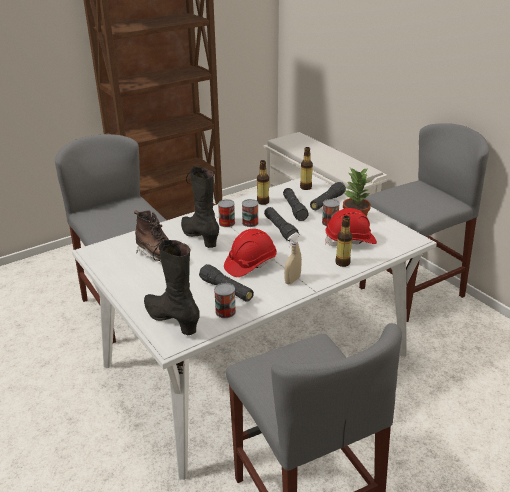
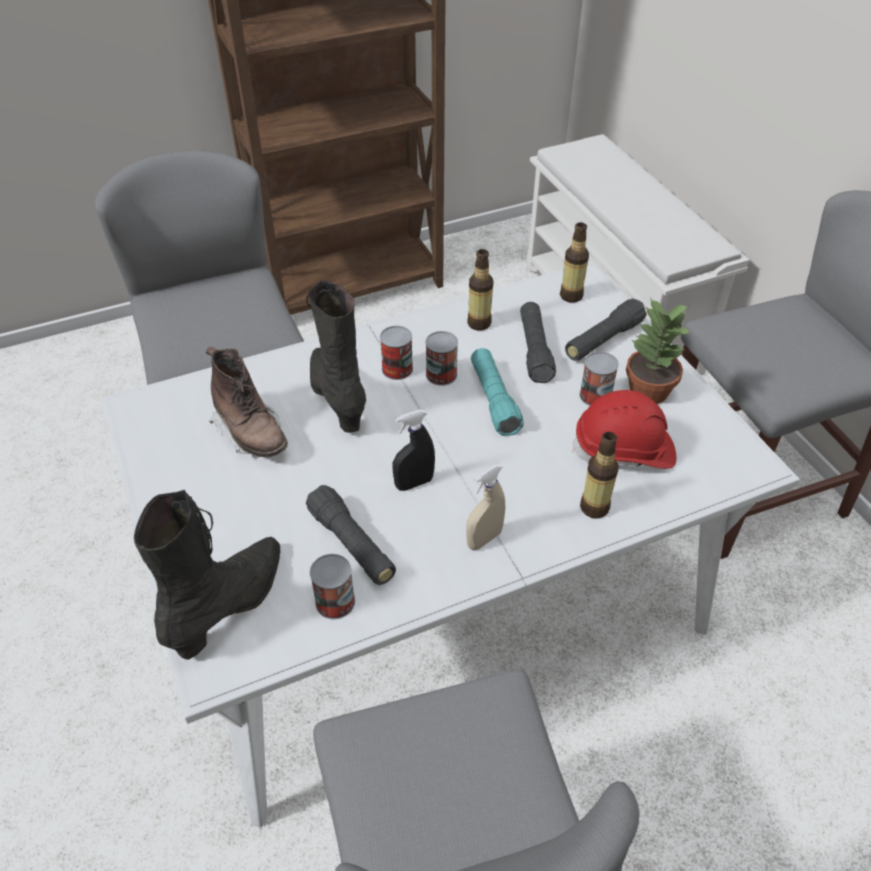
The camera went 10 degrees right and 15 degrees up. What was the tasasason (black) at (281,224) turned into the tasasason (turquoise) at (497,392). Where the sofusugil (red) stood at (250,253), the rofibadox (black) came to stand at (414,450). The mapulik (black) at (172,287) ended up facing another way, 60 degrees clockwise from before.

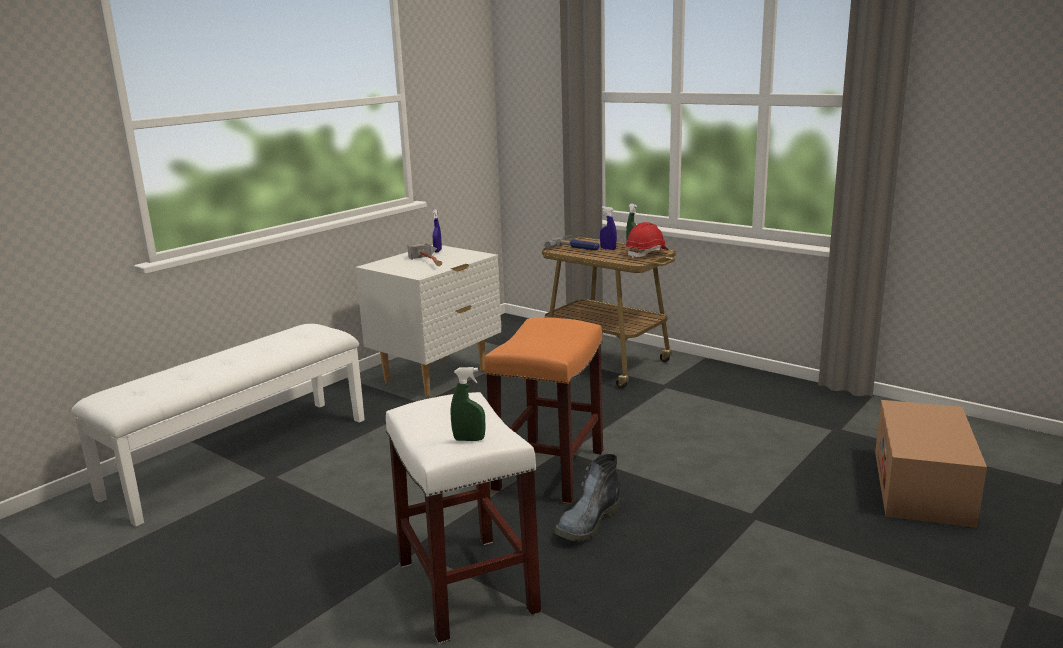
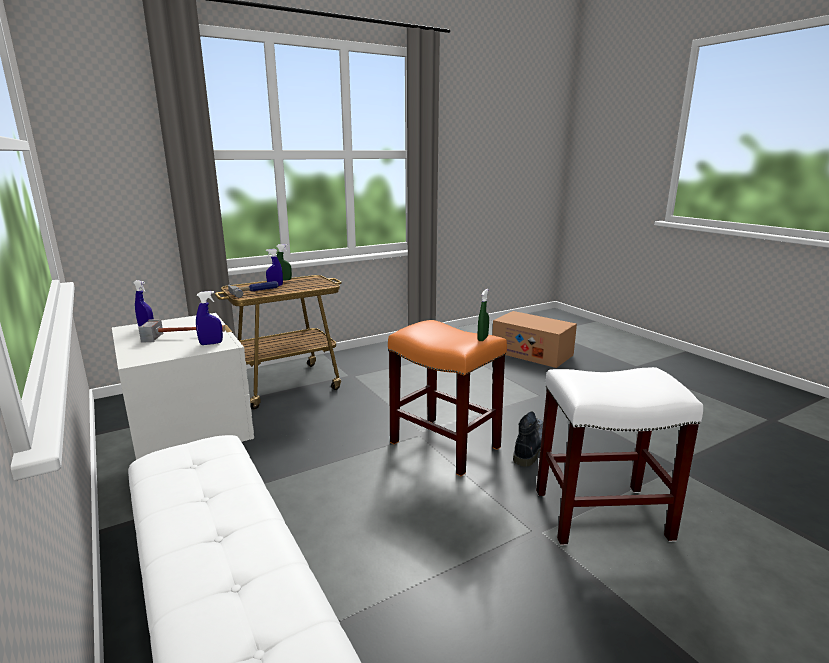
The camera went 70 degrees left and 0 degrees up. The second view lost the sofusugil (red) at (647,240). The rofibadox (green) ended up elsewhere, having gone from (468,404) to (483,315). The mapulik at (587,498) ended up facing another way, 120 degrees counterclockwise from before. The second view gained the rofibadox (blue) at (209,318).

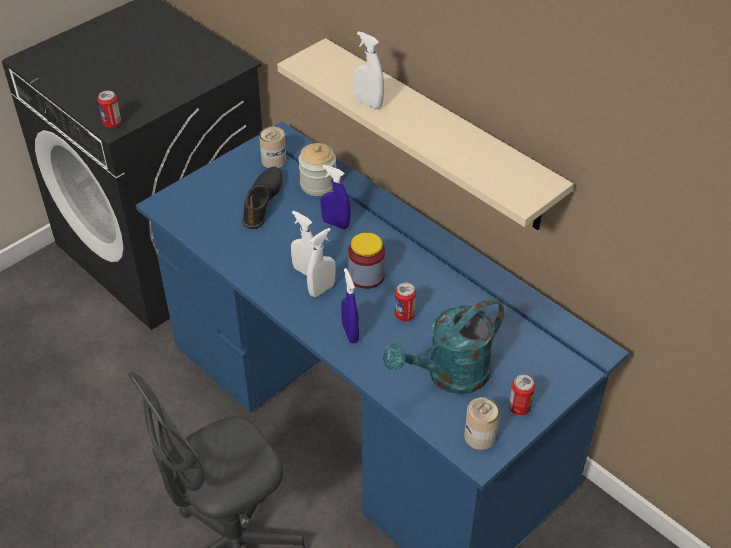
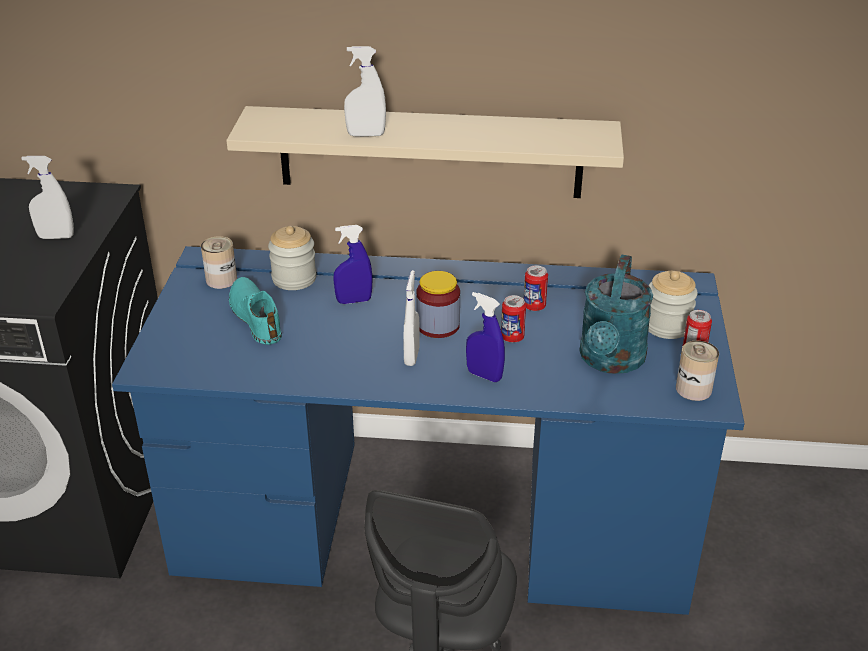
The camera went 40 degrees left and 10 degrees down. The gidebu ended up elsewhere, having gone from (110,109) to (536,288). What was the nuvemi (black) at (262,197) turned into the nuvemi (turquoise) at (255,311). The rofibadox (white) ended up elsewhere, having gone from (303,243) to (47,197). The second view gained the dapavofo at (673,305).

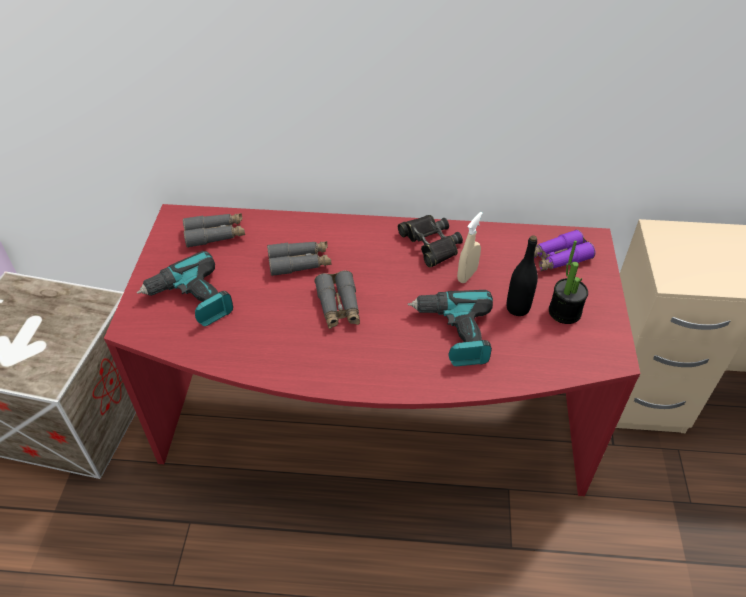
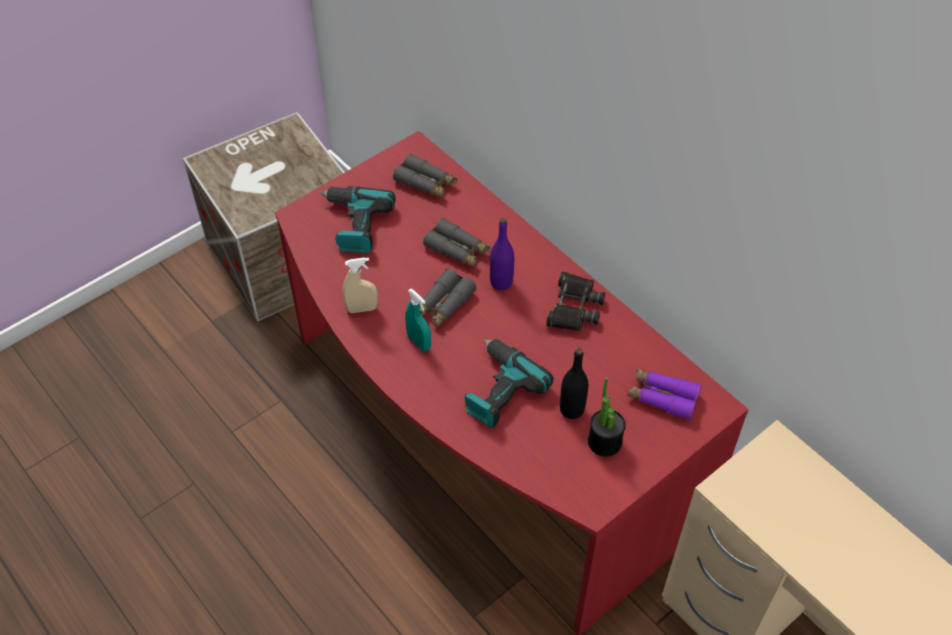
The camera went 45 degrees right and 5 degrees up. The rofibadox (beige) ended up elsewhere, having gone from (470,247) to (360,285). The second view gained the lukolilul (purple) at (502,254). The second view gained the rofibadox (turquoise) at (418,320).

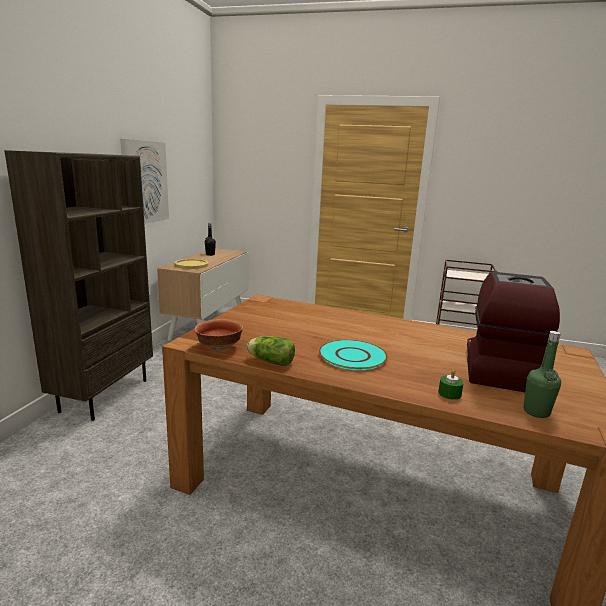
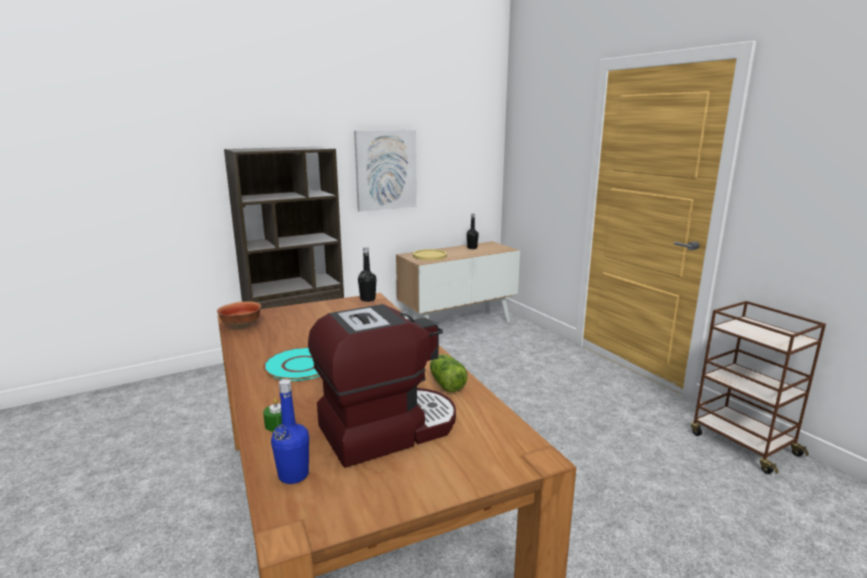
The camera went 45 degrees right and 0 degrees up. What was the lukolilul (green) at (542,374) turned into the lukolilul (blue) at (290,431). The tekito ended up elsewhere, having gone from (271,351) to (448,373). The second view gained the lukolilul (black) at (367,274).

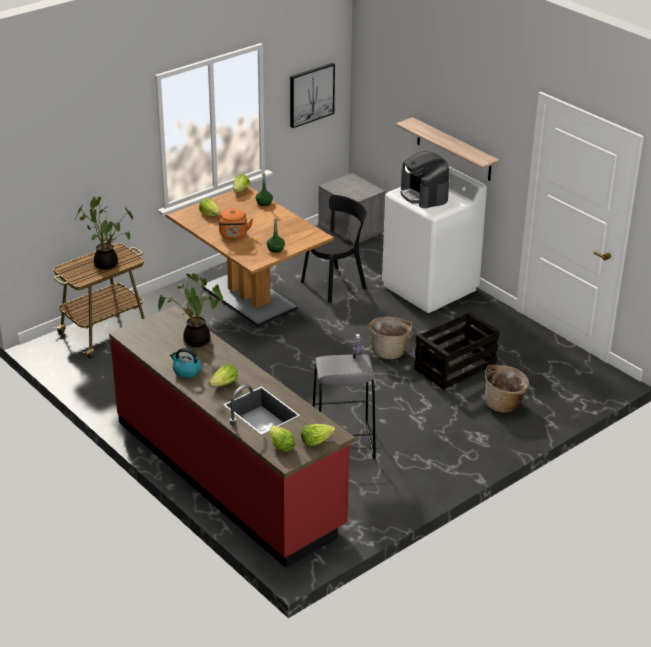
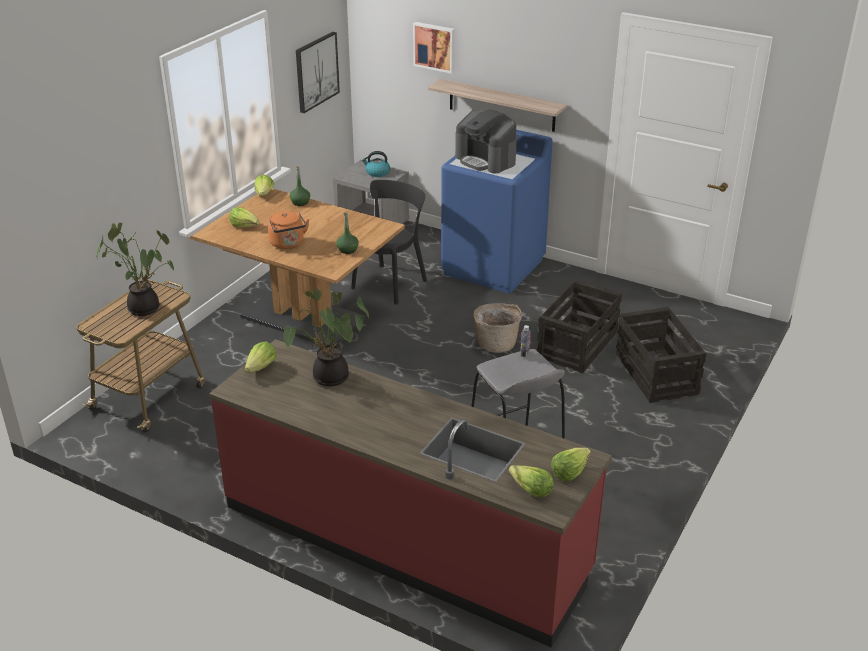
The camera went 20 degrees left and 0 degrees up. What was the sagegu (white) at (434,240) turned into the sagegu (blue) at (497,211). The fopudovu ended up elsewhere, having gone from (185,363) to (376,164). The tekito ended up elsewhere, having gone from (223,375) to (261,357). Where the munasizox stood at (507,389), the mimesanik came to stand at (661,355). The second view gained the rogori at (434,48).

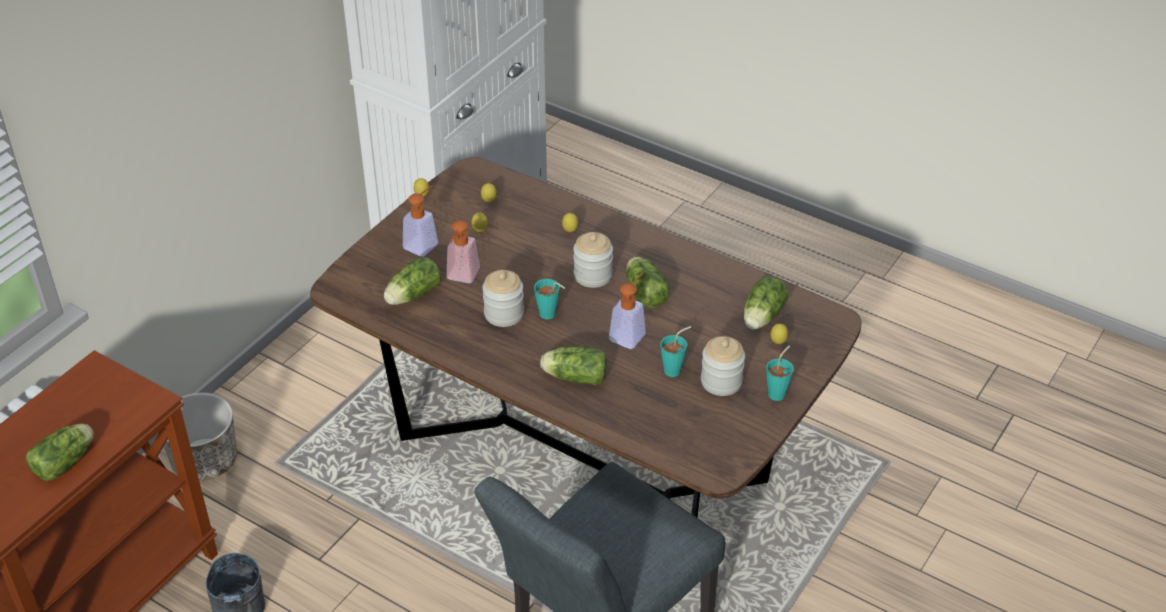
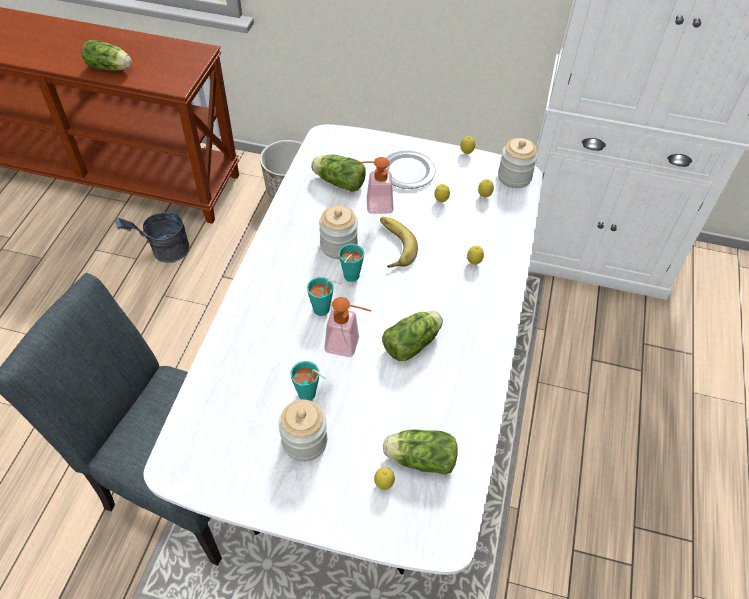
The camera went 70 degrees right and 10 degrees up. What was the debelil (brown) at (586,337) turned into the debelil (white) at (343,349). Where the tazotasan stood at (420,221), the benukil came to stand at (411,169). The dapavofo ended up elsewhere, having gone from (593,260) to (518,163). The second view lost the tekito at (573,365). The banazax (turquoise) ended up elsewhere, having gone from (780,373) to (324,296). The second view gained the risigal at (399,242).

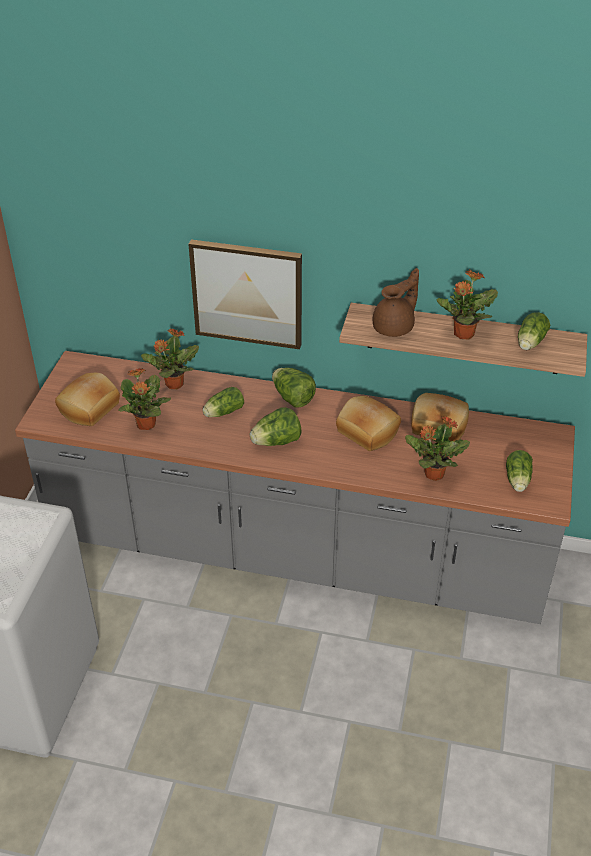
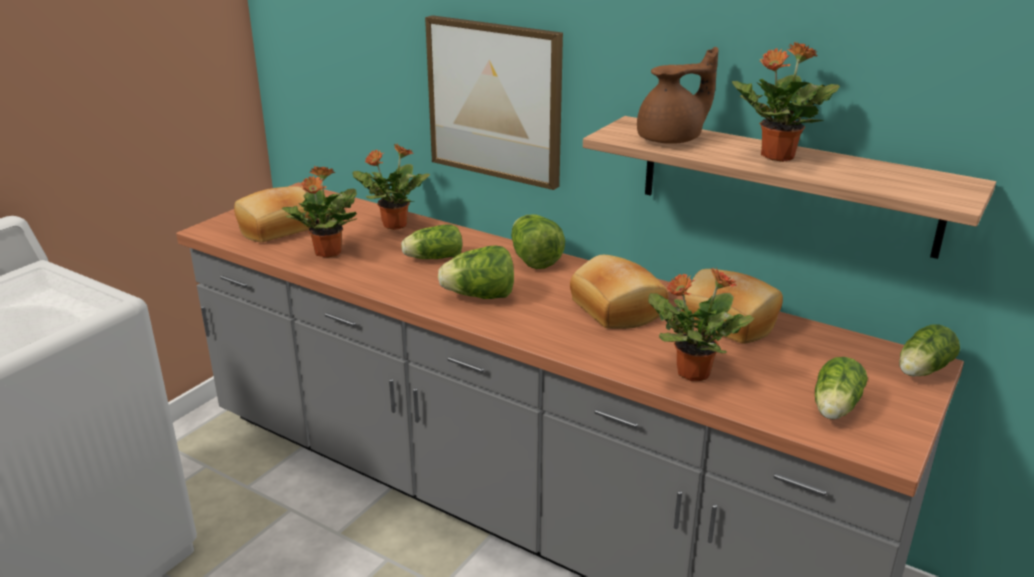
The camera went 20 degrees right and 15 degrees down. The tekito ended up elsewhere, having gone from (534,331) to (929,350).

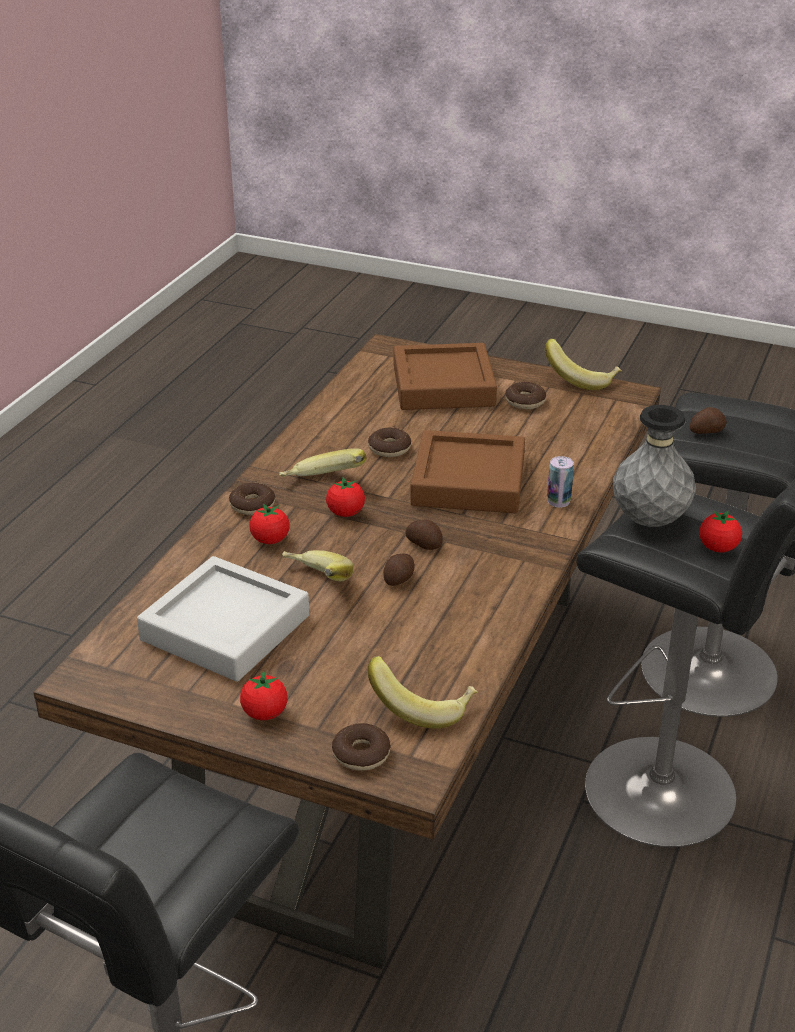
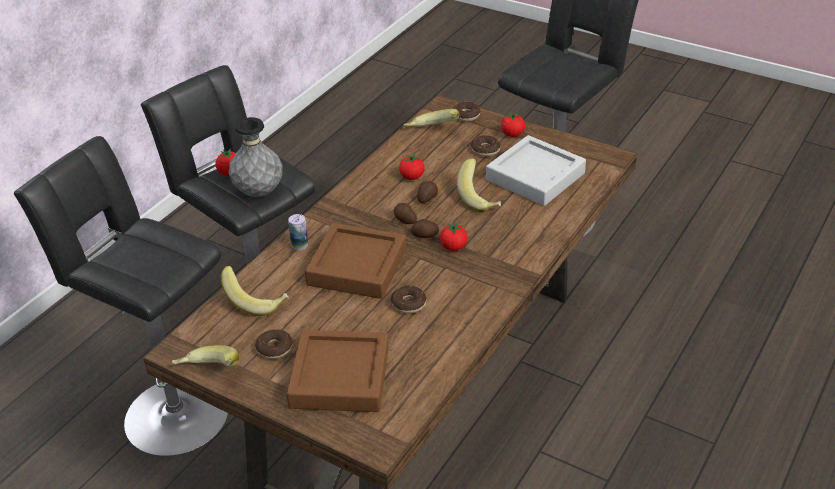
The camera went 170 degrees left and 5 degrees up. The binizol ended up elsewhere, having gone from (708,420) to (424,228). The risigal ended up elsewhere, having gone from (323,462) to (255,291). The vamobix ended up elsewhere, having gone from (252,499) to (485,146). The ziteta ended up elsewhere, having gone from (270,524) to (412,167).

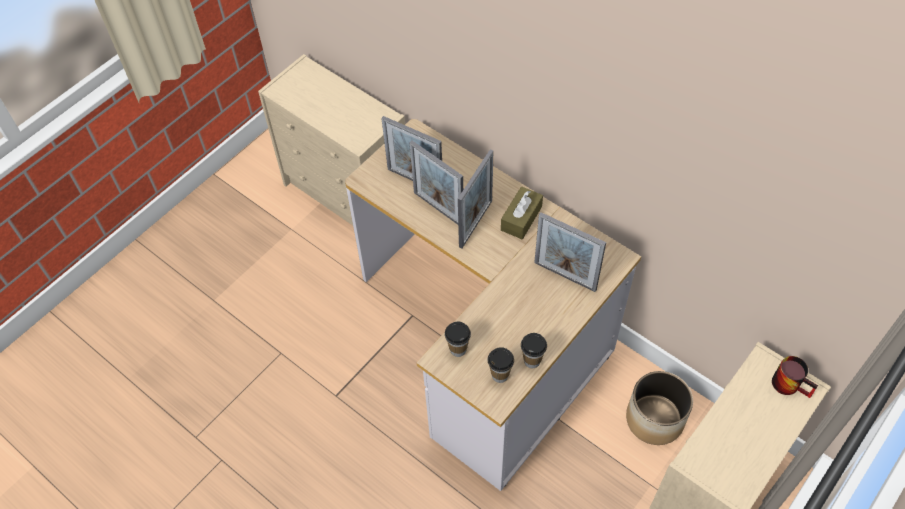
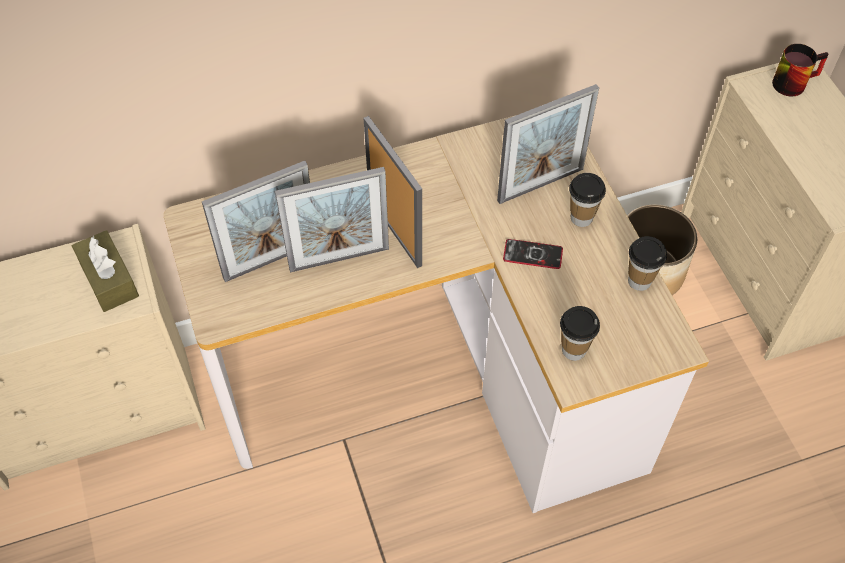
The camera went 60 degrees left and 0 degrees up. The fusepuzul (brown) ended up elsewhere, having gone from (522,213) to (105,271). The banazax ended up elsewhere, having gone from (500,365) to (587,200). The second view gained the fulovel at (533,254).

